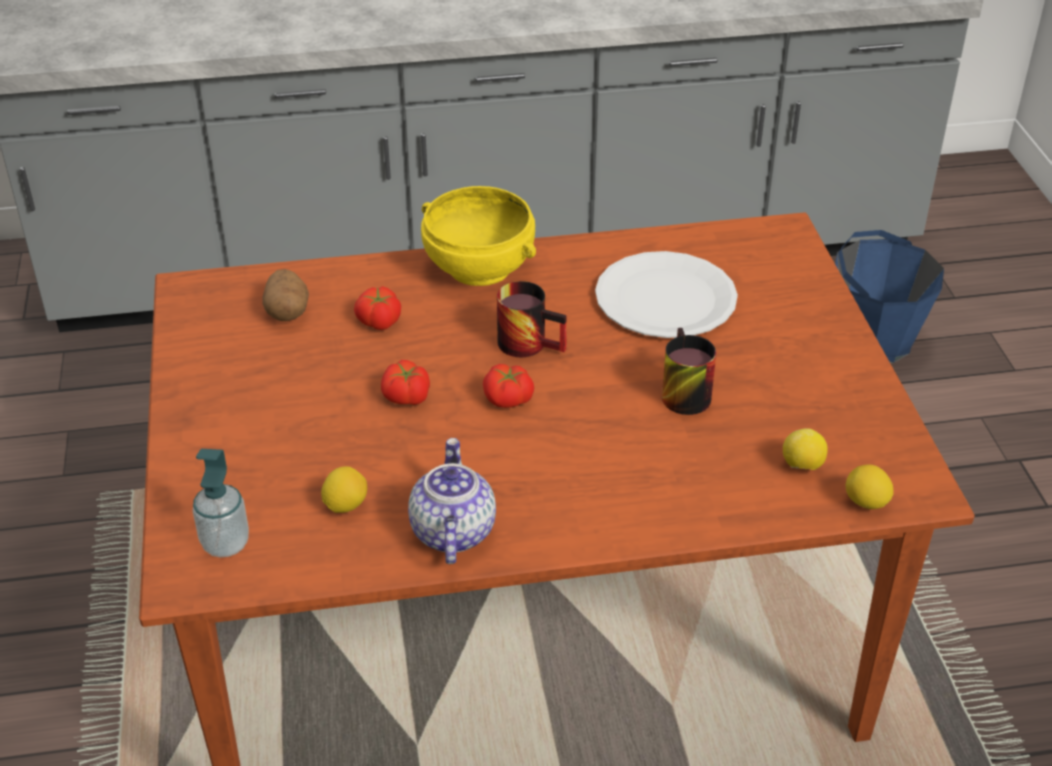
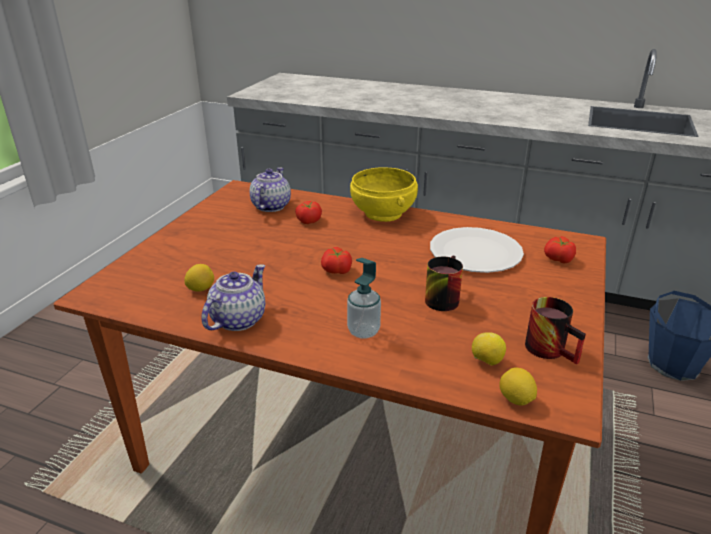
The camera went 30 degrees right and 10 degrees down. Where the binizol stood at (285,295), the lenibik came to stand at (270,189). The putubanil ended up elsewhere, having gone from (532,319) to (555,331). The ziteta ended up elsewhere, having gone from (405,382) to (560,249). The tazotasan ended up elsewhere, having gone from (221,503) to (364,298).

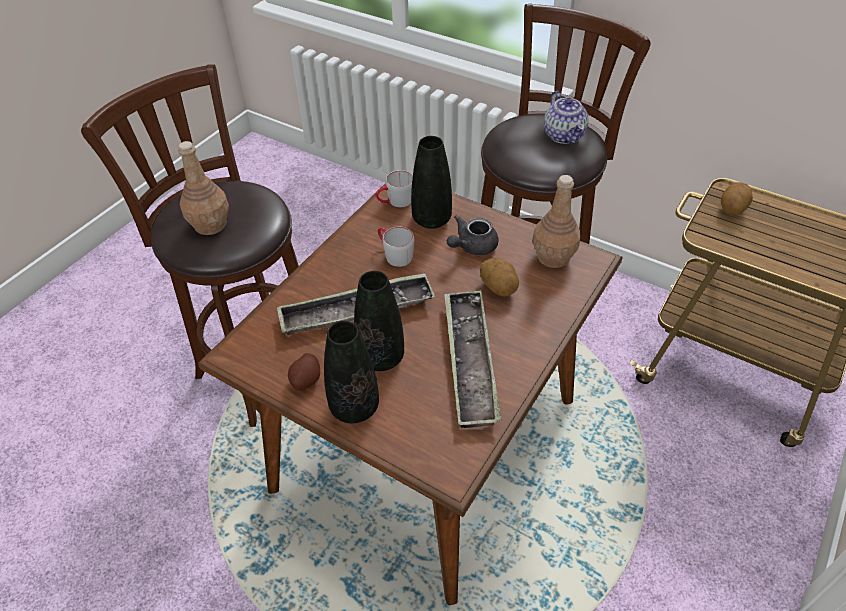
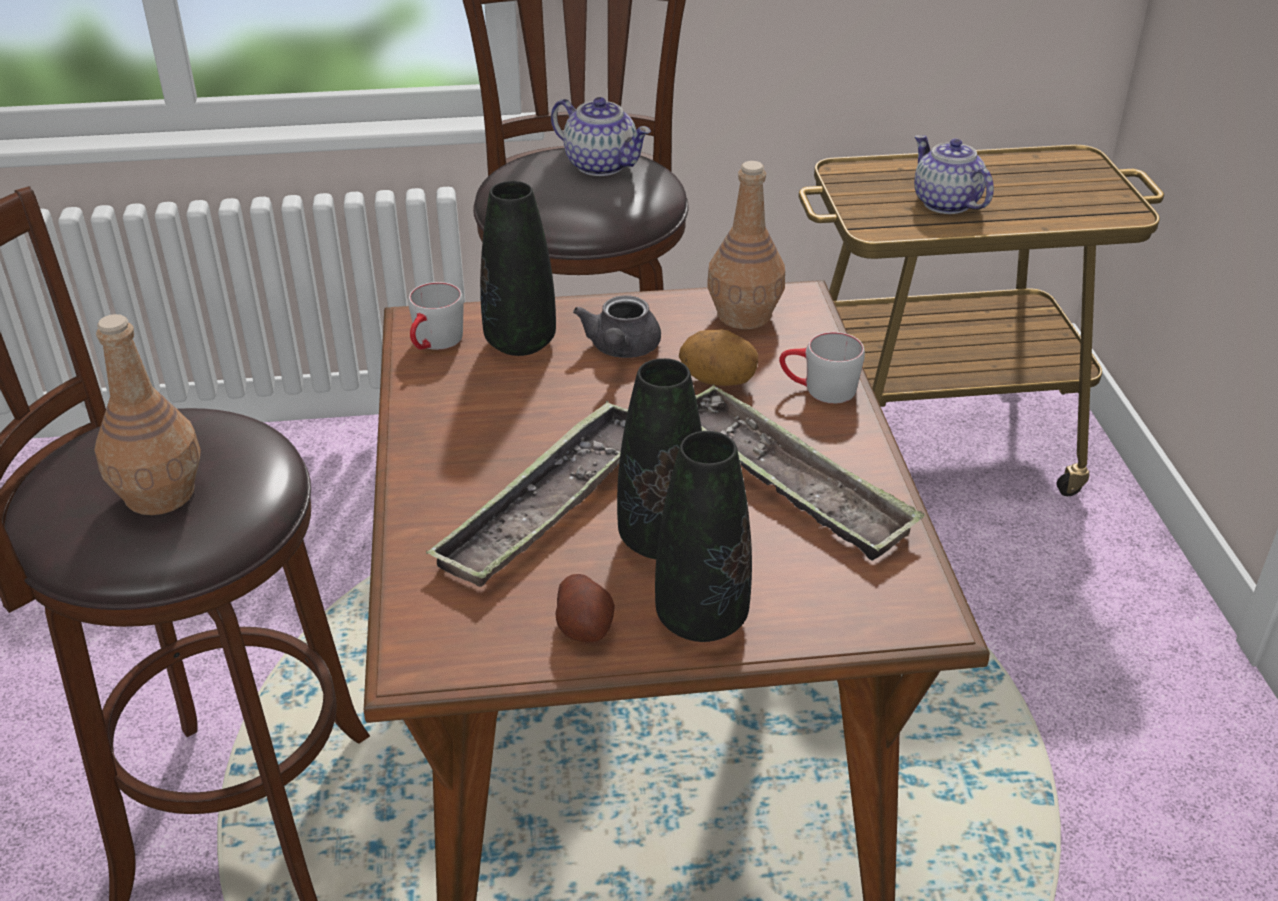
The camera went 40 degrees left and 10 degrees down. The second view lost the binizol at (737,198). The putubanil (grey) ended up elsewhere, having gone from (396,247) to (822,368). The second view gained the lenibik at (954,174).

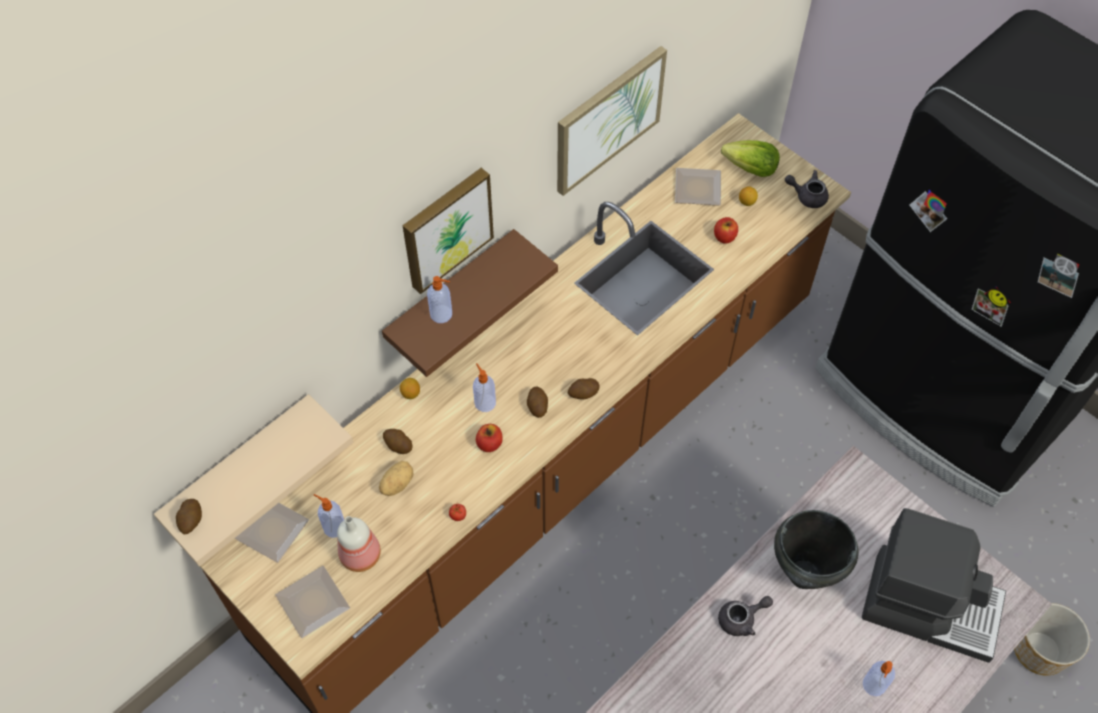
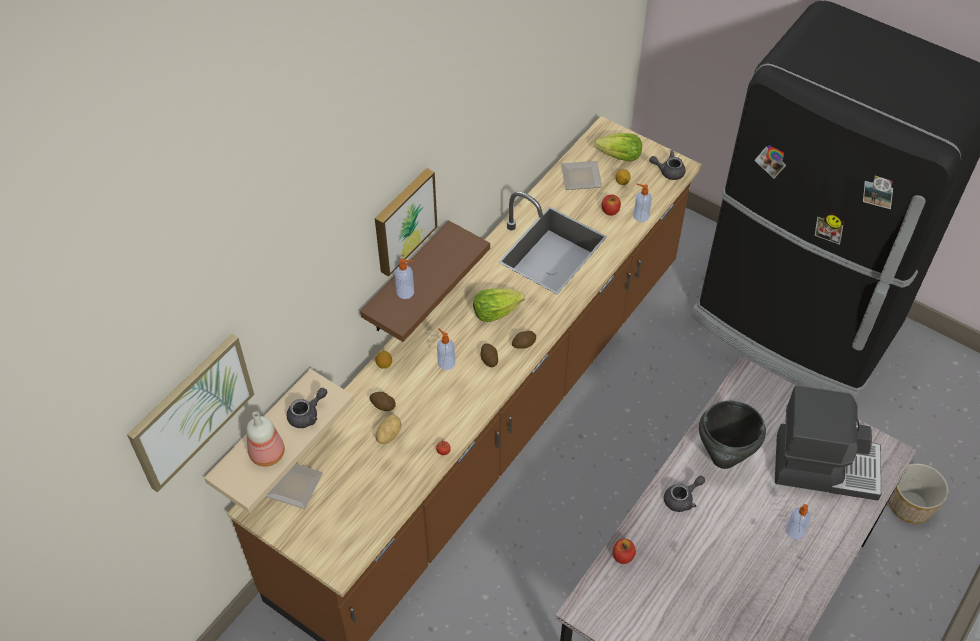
The camera went 10 degrees left and 5 degrees down. The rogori ended up elsewhere, having gone from (612,121) to (190,413). The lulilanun ended up elsewhere, having gone from (489,438) to (624,551). The tazotasan ended up elsewhere, having gone from (329,516) to (642,203). The second view lost the binizol at (189,516). The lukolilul ended up elsewhere, having gone from (359,544) to (265,439). The second view lost the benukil at (312,602). The second view gained the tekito at (498,305). The second view gained the lenibik (grey) at (307,408).

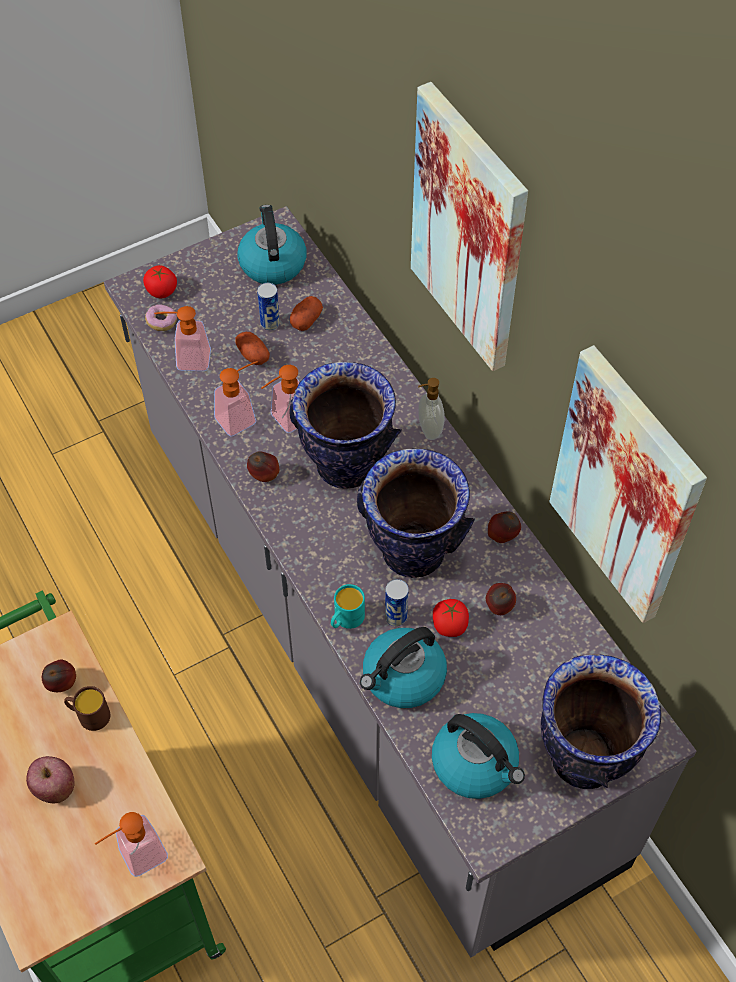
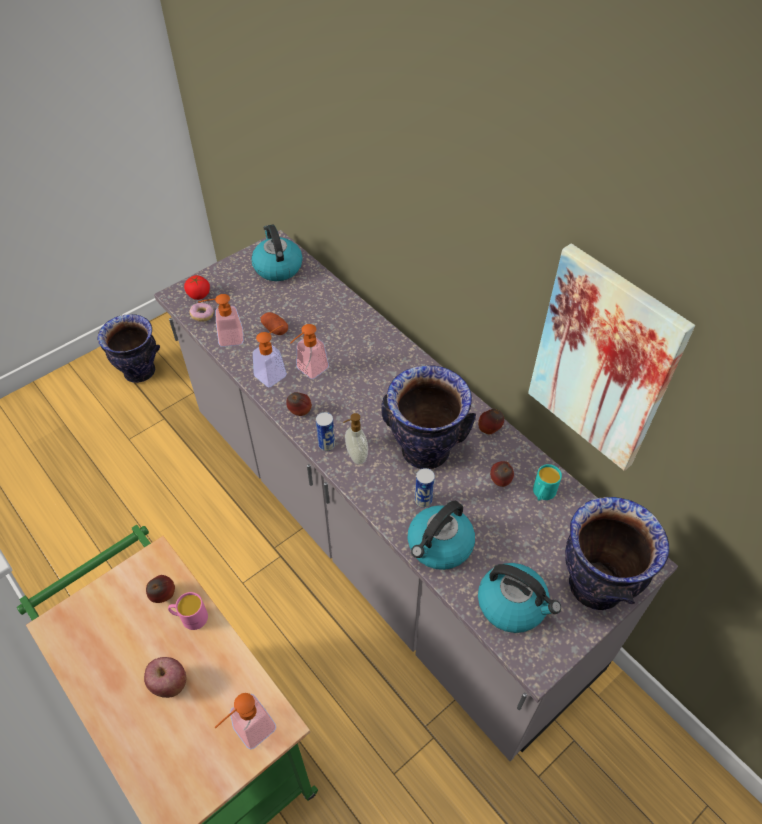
The camera went 10 degrees left and 5 degrees down. The second view lost the rogori at (469,226). The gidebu ended up elsewhere, having gone from (268,306) to (325,431). The second view lost the binizol at (306,313). The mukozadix ended up elsewhere, having gone from (345,425) to (128,348). The tazotasan ended up elsewhere, having gone from (431,409) to (355,439). The putubanil (turquoise) ended up elsewhere, having gone from (348,606) to (547,482). The second view lost the ziteta at (451,618). What was the putubanil (brown) at (87,708) turned into the putubanil (pink) at (188,611).

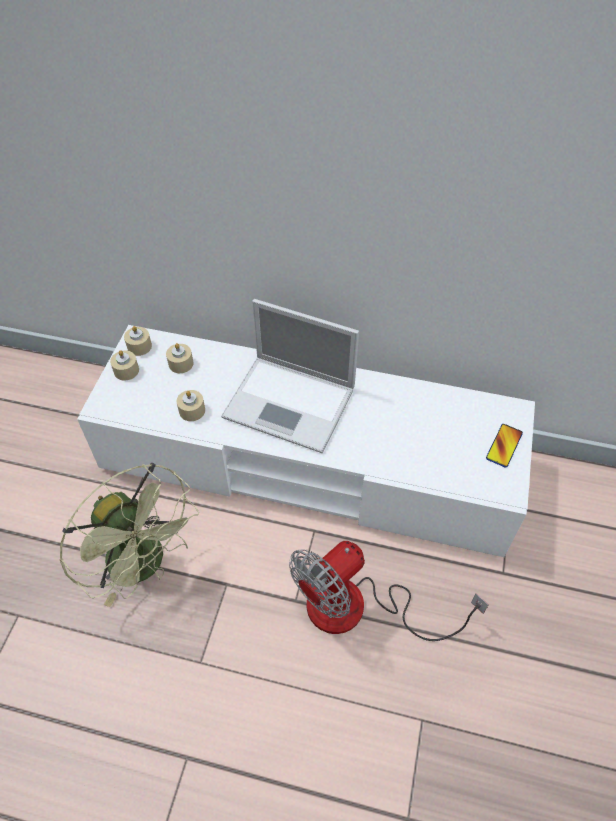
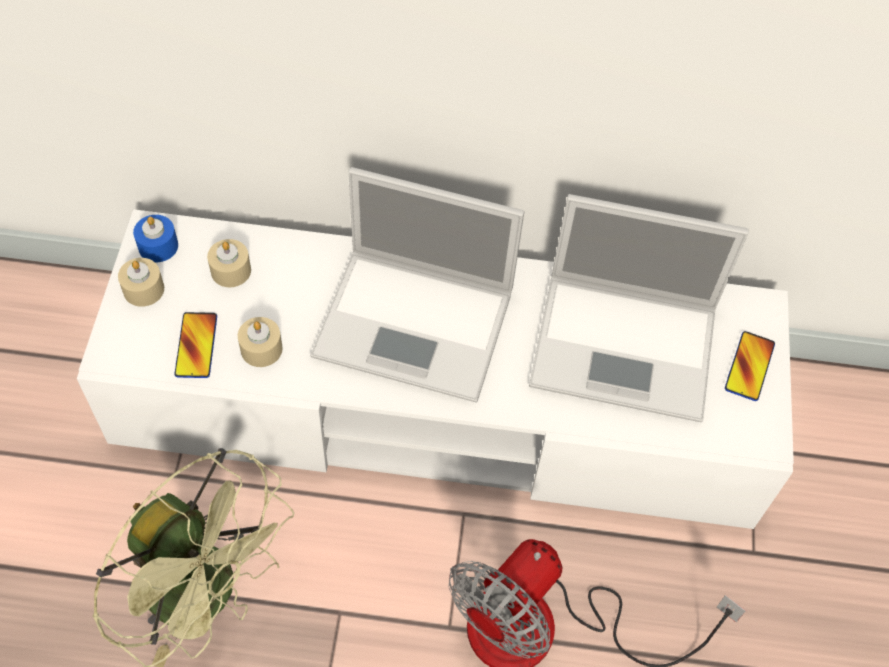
The camera went 10 degrees left and 5 degrees up. What was the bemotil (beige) at (138,341) turned into the bemotil (blue) at (155,238). The second view gained the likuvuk at (639,308). The second view gained the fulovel at (196,345).

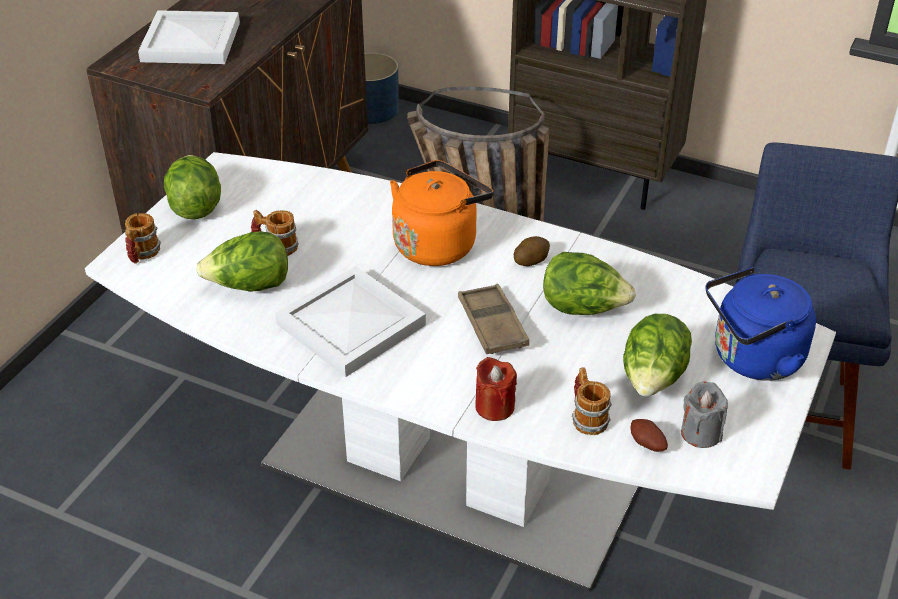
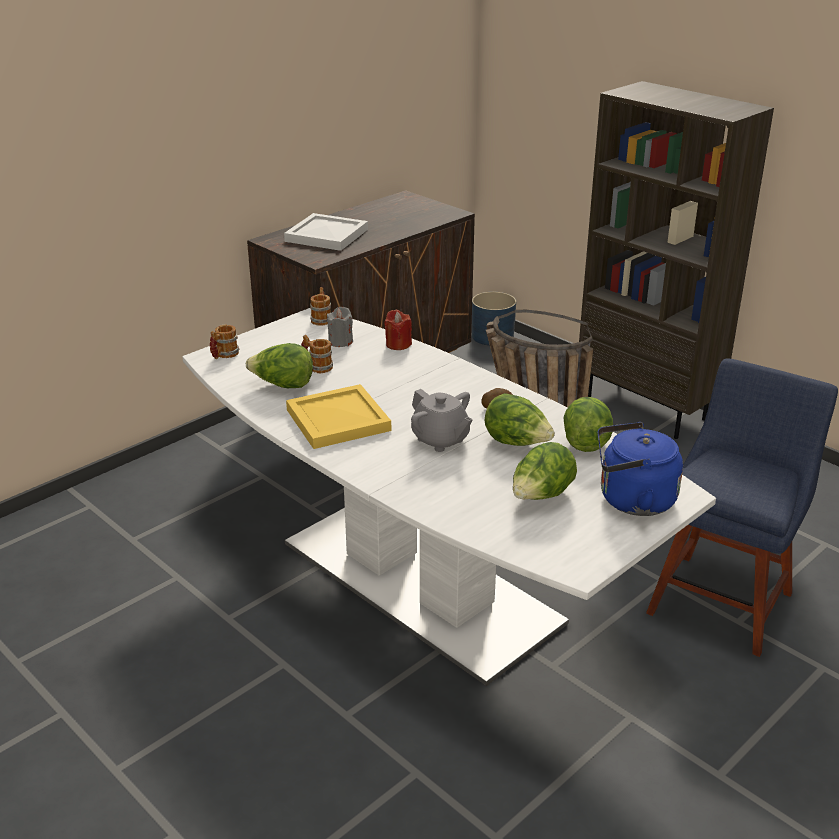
The camera went 20 degrees right and 10 degrees down. The tekito ended up elsewhere, having gone from (192,187) to (588,424). The second view lost the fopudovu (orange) at (441,213). What was the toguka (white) at (350,321) turned into the toguka (yellow) at (338,416). Where the toguka (brown) stood at (493,319), the lenibik (grey) came to stand at (442,420). The bemotil (red) ended up elsewhere, having gone from (496,389) to (398,330). The putubanil ended up elsewhere, having gone from (592,401) to (320,306). The bemotil (grey) ended up elsewhere, having gone from (704,414) to (340,327). The second view lost the binizol at (649,435).

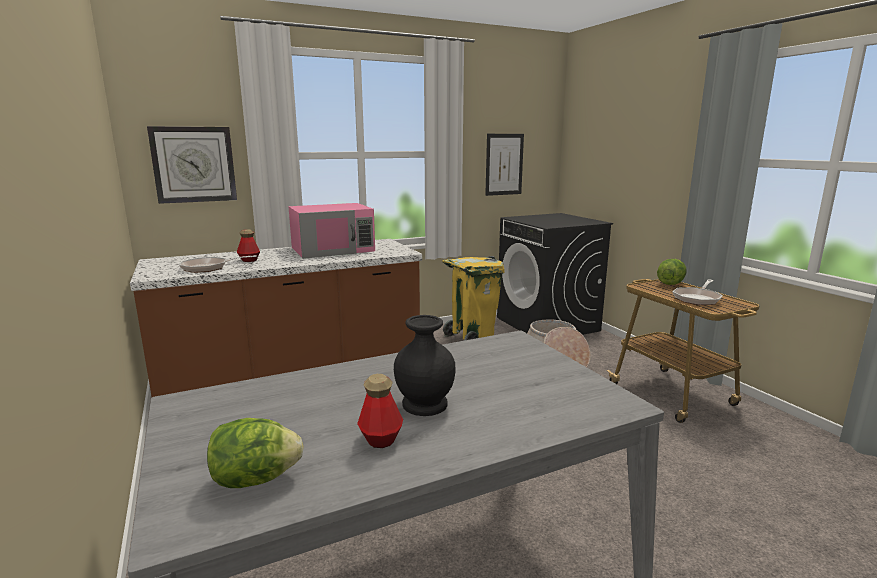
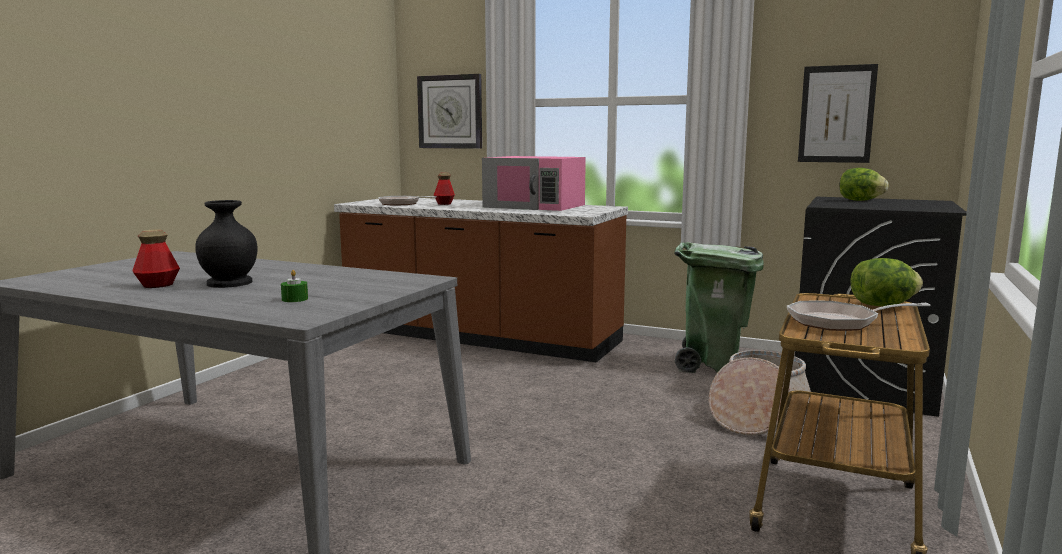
The camera went 50 degrees right and 5 degrees down. What was the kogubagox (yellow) at (473,298) turned into the kogubagox (green) at (719,307). The tekito ended up elsewhere, having gone from (255,453) to (864,184). The second view gained the bemotil (green) at (294,286).

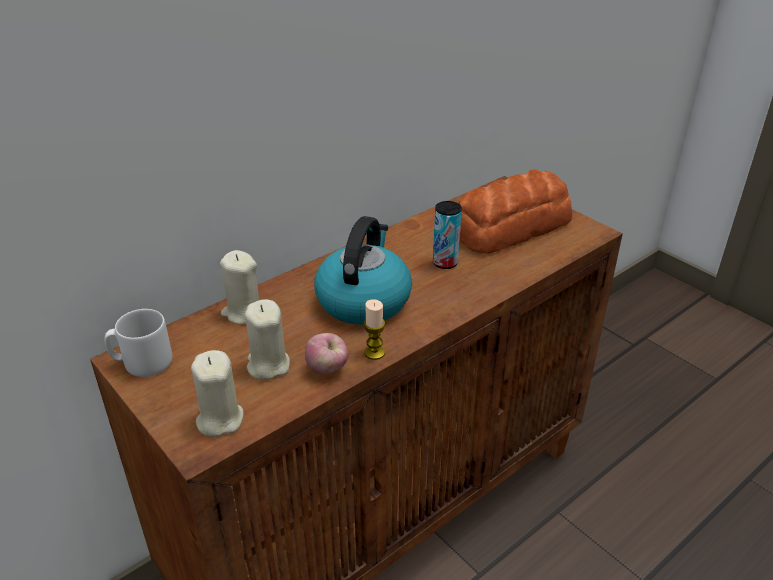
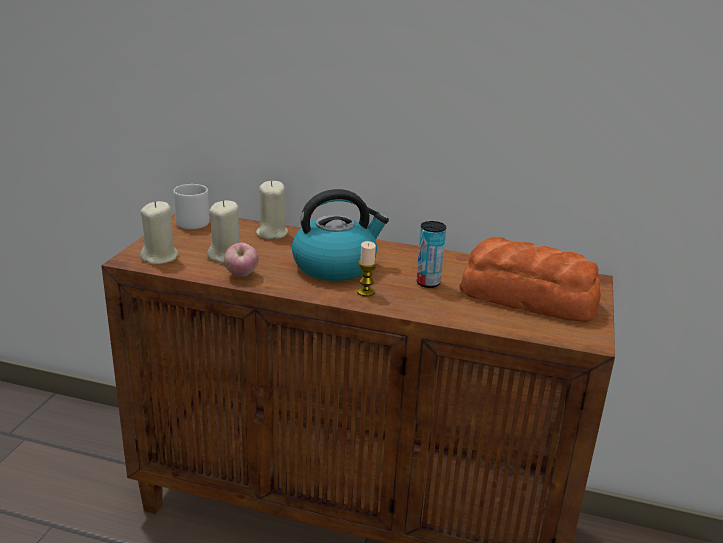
The camera went 55 degrees right and 10 degrees down. The bemotil ended up elsewhere, having gone from (374,329) to (367,268).

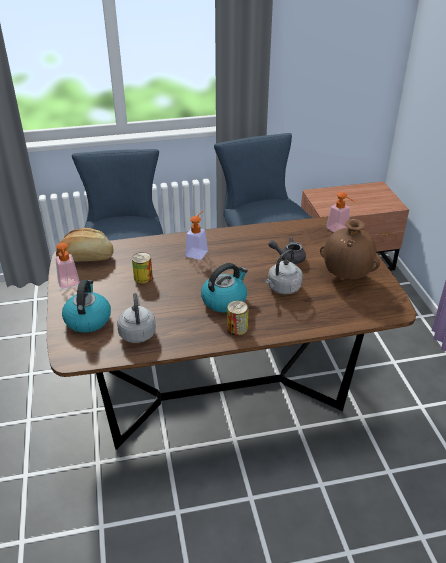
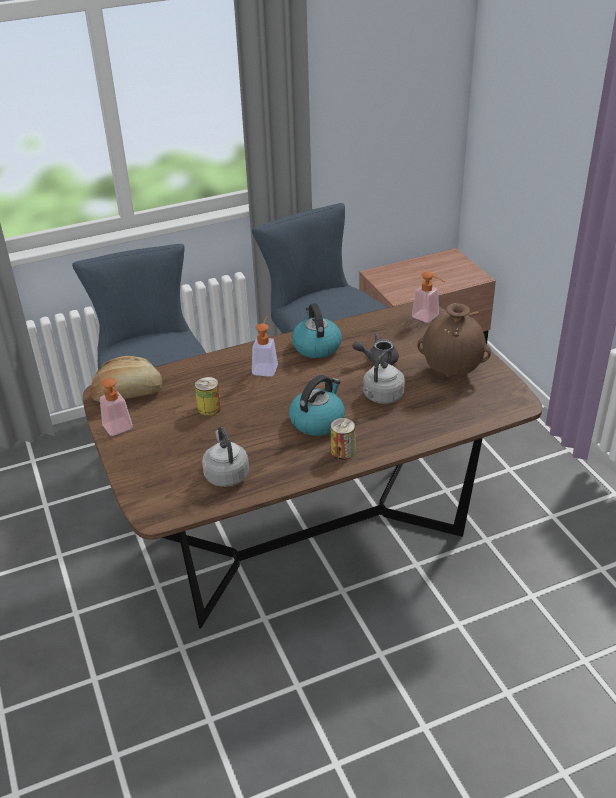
The camera went 10 degrees left and 0 degrees up. The fopudovu ended up elsewhere, having gone from (86,306) to (317,330).

